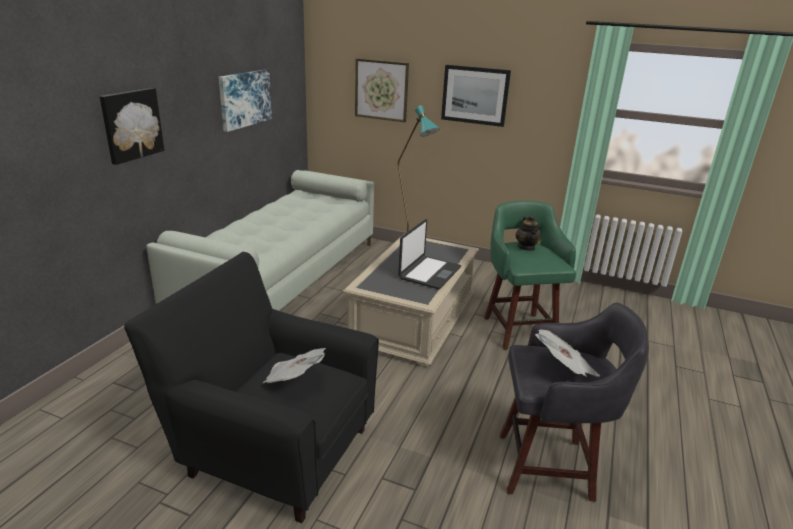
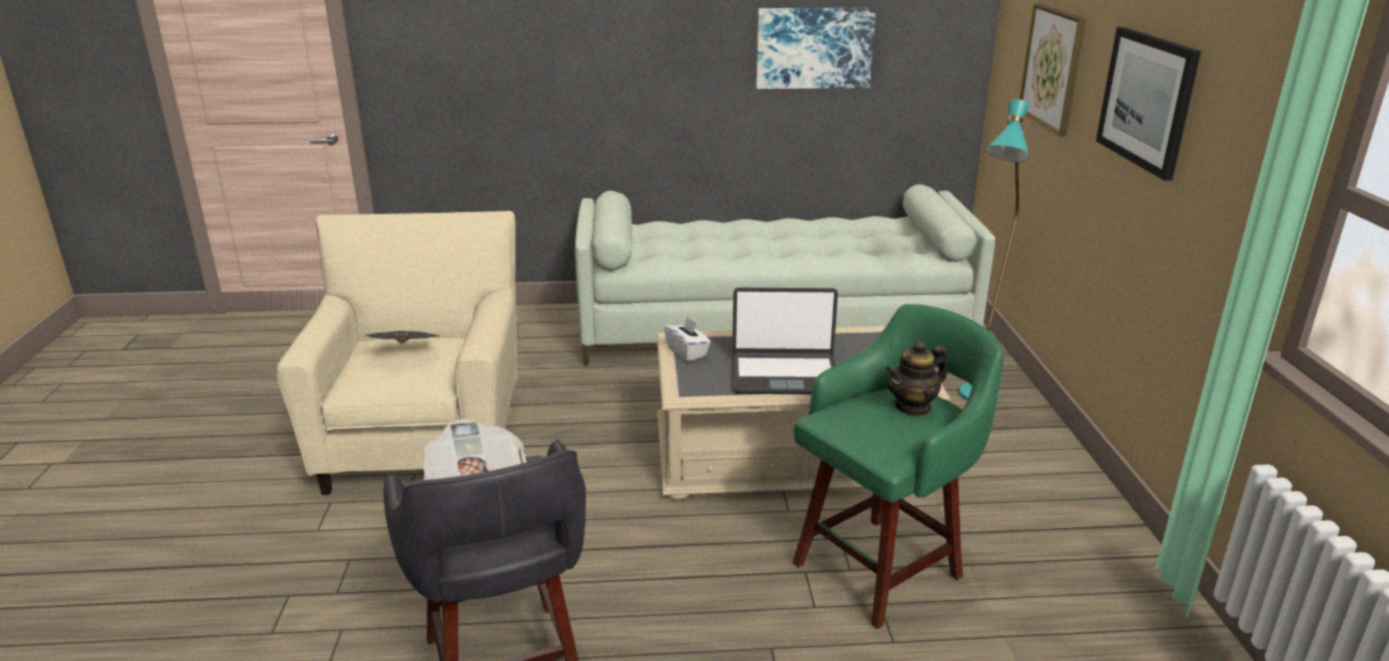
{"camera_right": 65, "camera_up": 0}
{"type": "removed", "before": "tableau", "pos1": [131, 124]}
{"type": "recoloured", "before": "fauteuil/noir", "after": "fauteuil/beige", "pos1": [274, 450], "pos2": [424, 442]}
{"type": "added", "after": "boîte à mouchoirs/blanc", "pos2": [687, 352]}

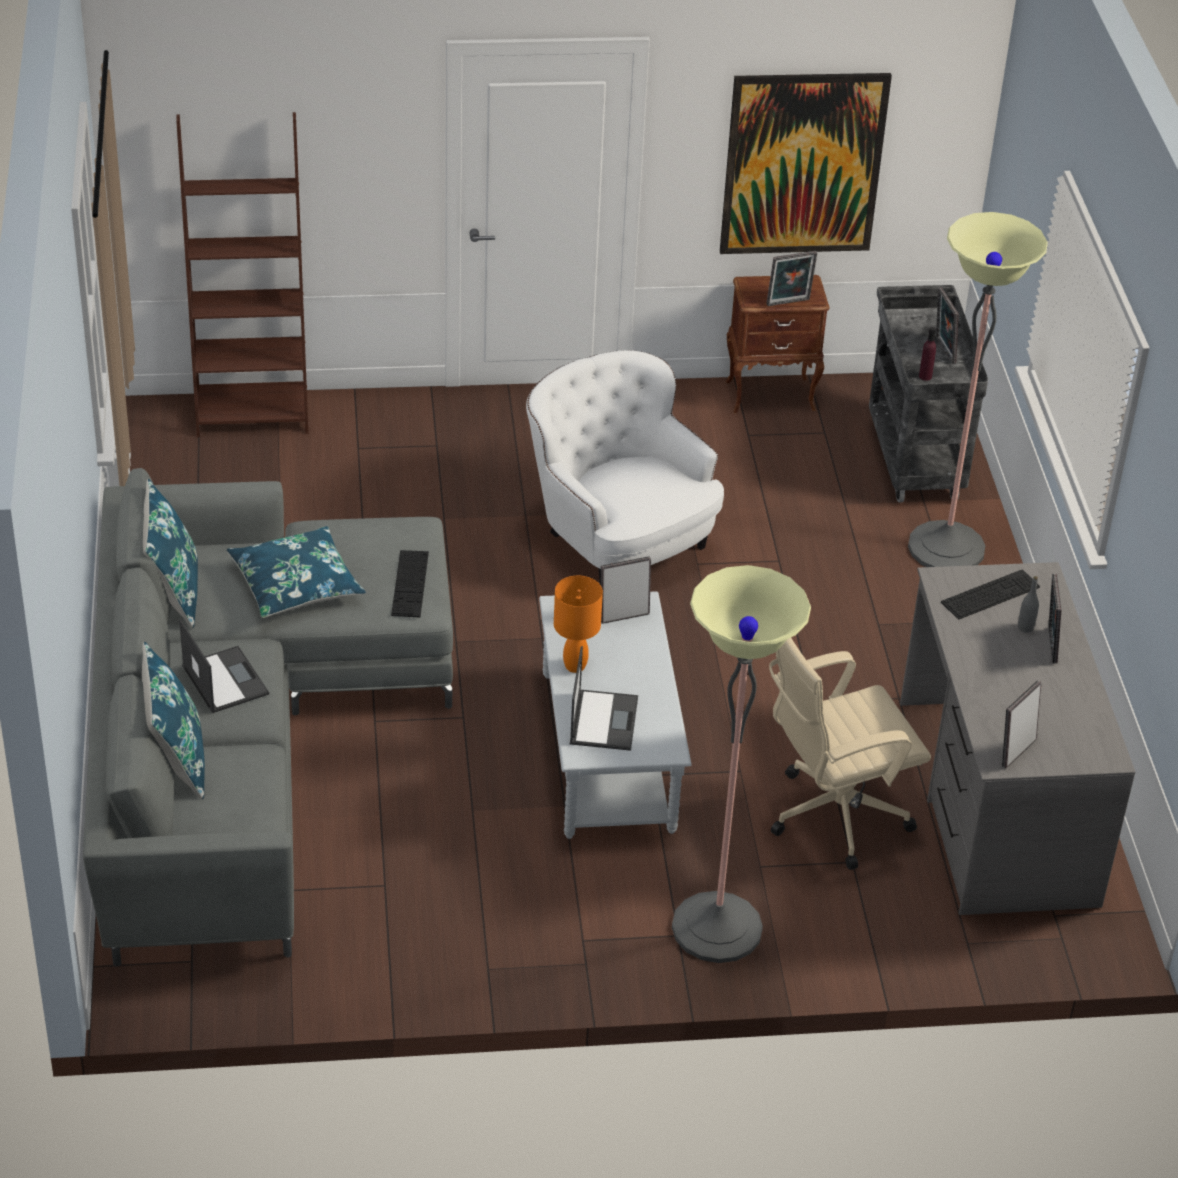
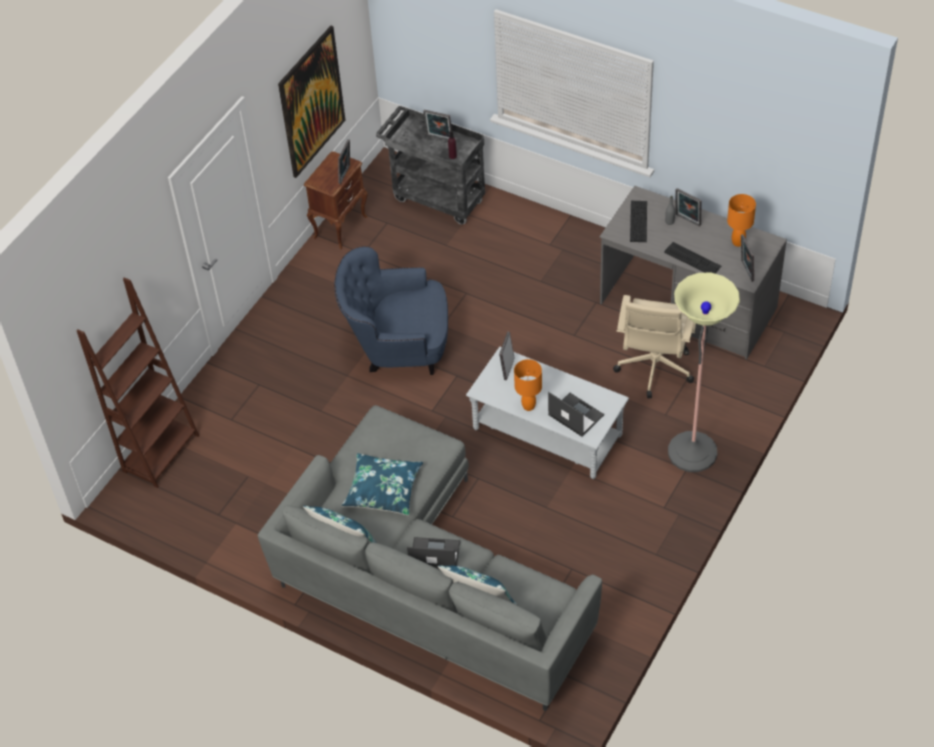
{"camera_right": -50, "camera_up": 10}
{"type": "removed", "before": "lampadaire", "pos1": [946, 548]}
{"type": "recoloured", "before": "fauteuil/blanc", "after": "fauteuil/bleu", "pos1": [619, 538], "pos2": [397, 346]}
{"type": "moved", "before": "clavier", "pos1": [410, 583], "pos2": [692, 259]}
{"type": "added", "after": "lampe de table/orange", "pos2": [737, 242]}

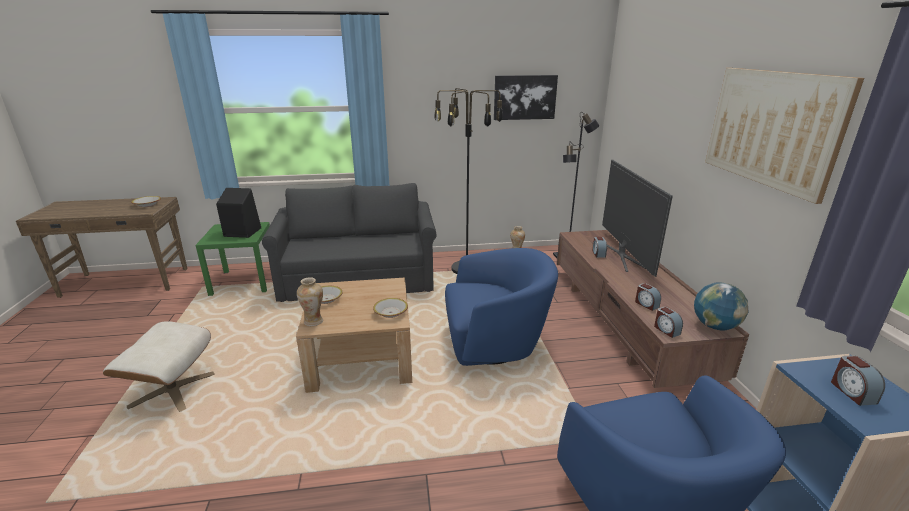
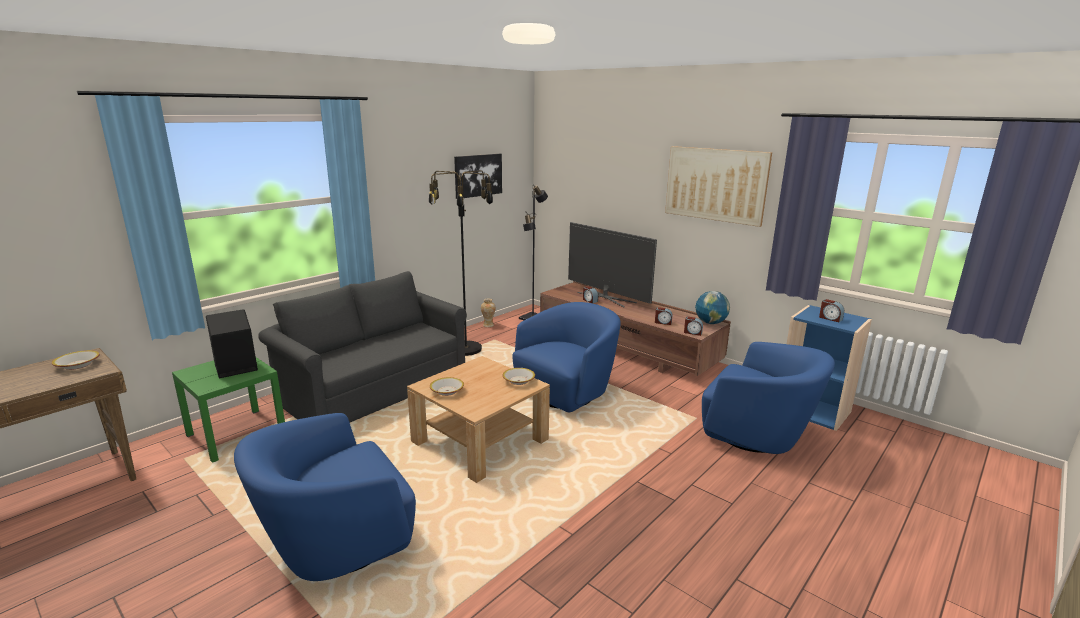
{"camera_right": -40, "camera_up": -5}
{"type": "removed", "before": "vase", "pos1": [313, 321]}
{"type": "replaced", "before": "pouf/beige", "after": "fauteuil/bleu", "pos1": [172, 390], "pos2": [337, 544]}

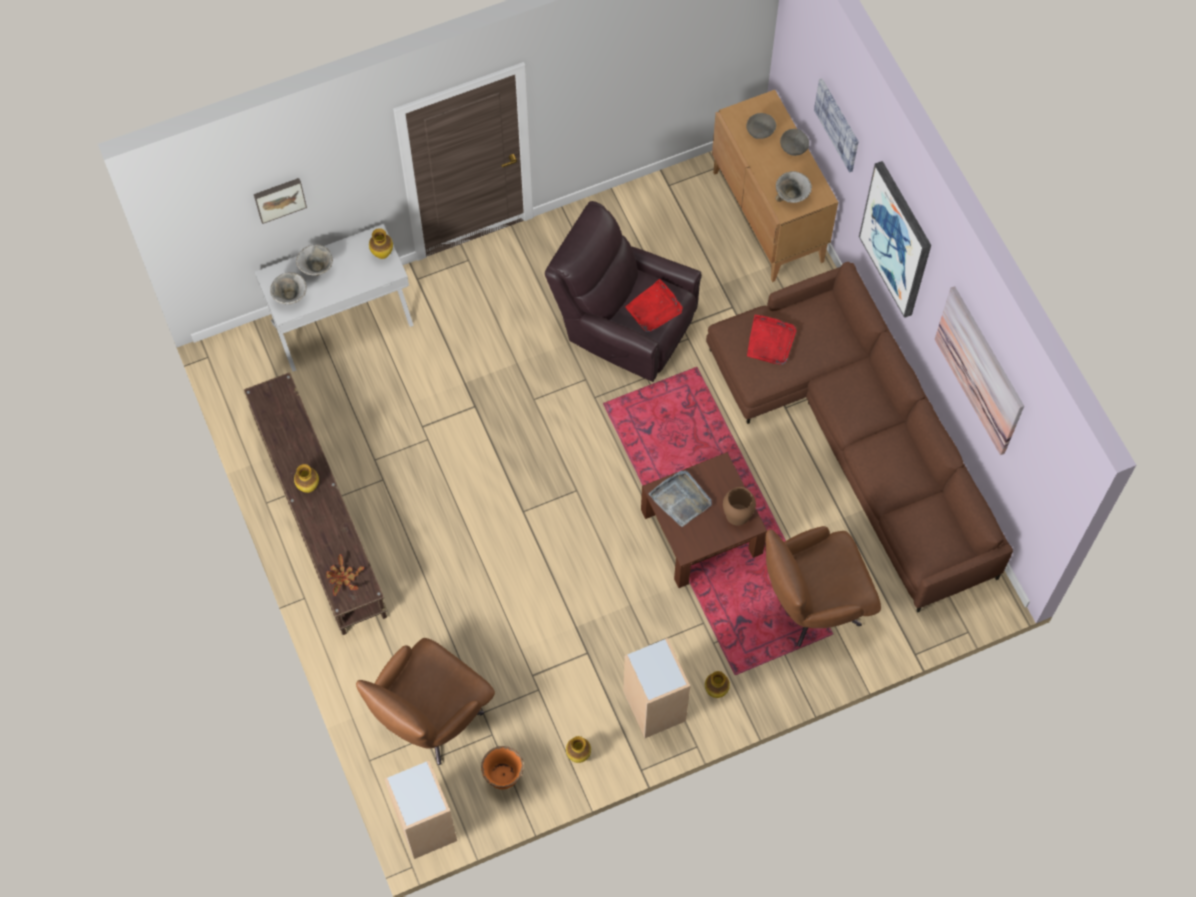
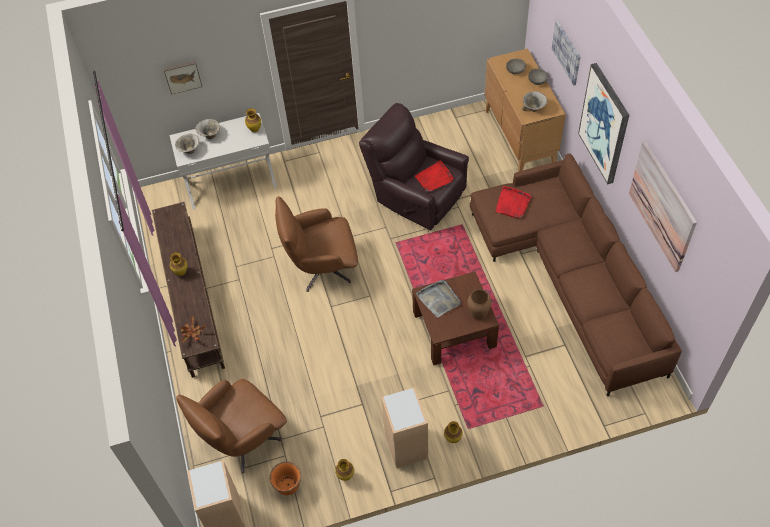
{"camera_right": 10, "camera_up": -10}
{"type": "moved", "before": "fauteuil/marron", "pos1": [814, 603], "pos2": [323, 267]}

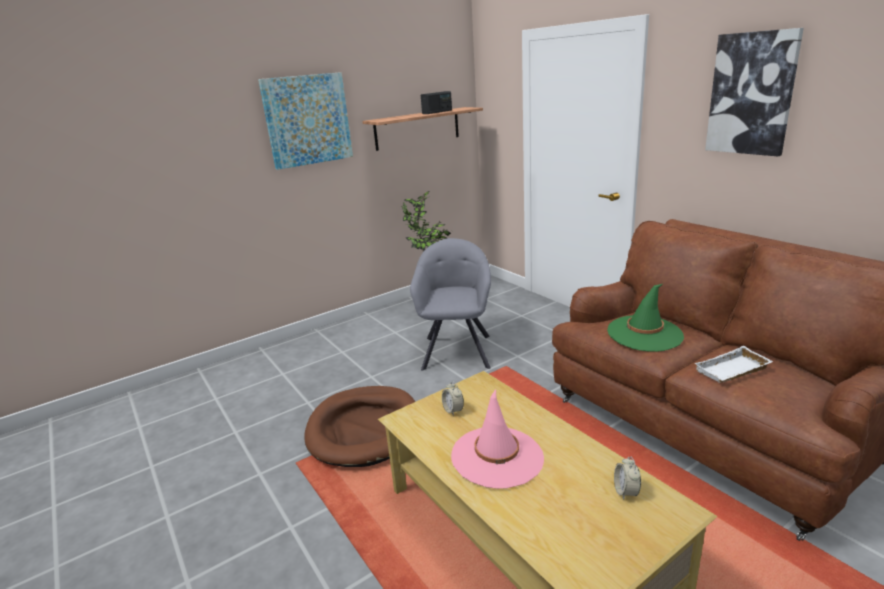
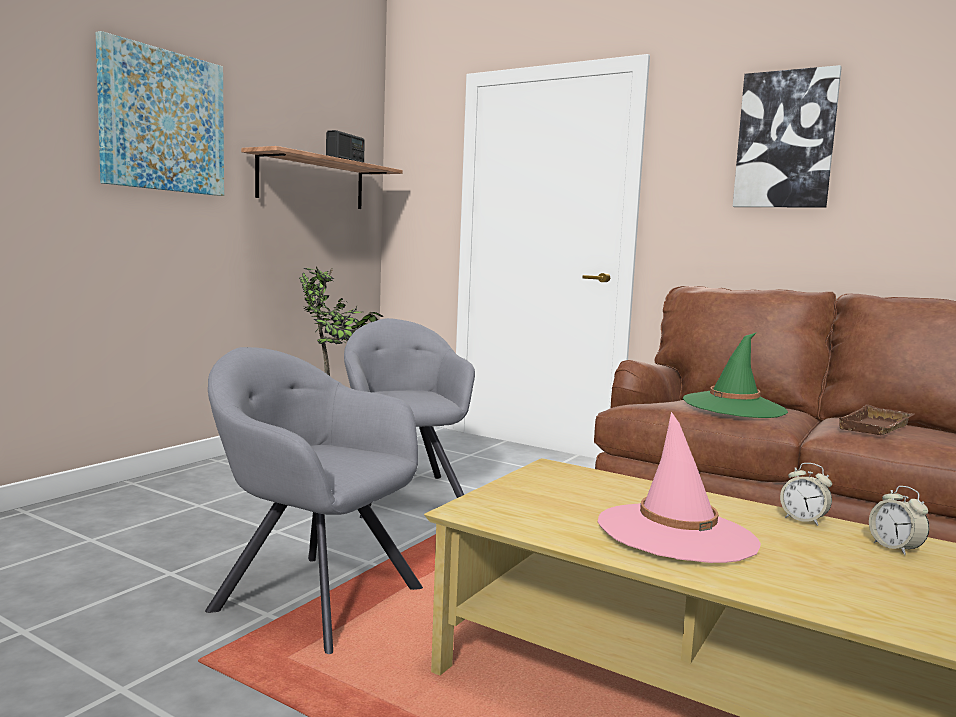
{"camera_right": -25, "camera_up": -15}
{"type": "recoloured", "before": "plateau/blanc", "after": "plateau/marron", "pos1": [732, 371], "pos2": [877, 428]}
{"type": "moved", "before": "réveil", "pos1": [453, 410], "pos2": [803, 520]}
{"type": "replaced", "before": "panier pour chien/marron", "after": "fauteuil/gris", "pos1": [364, 429], "pos2": [311, 597]}

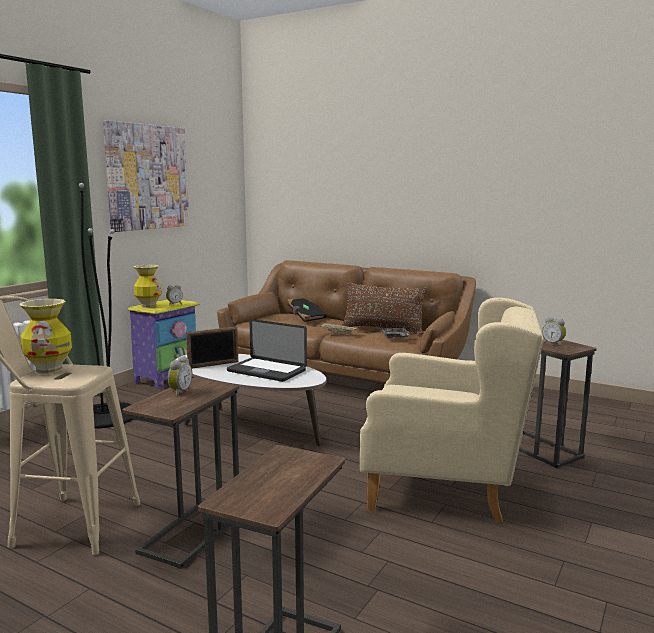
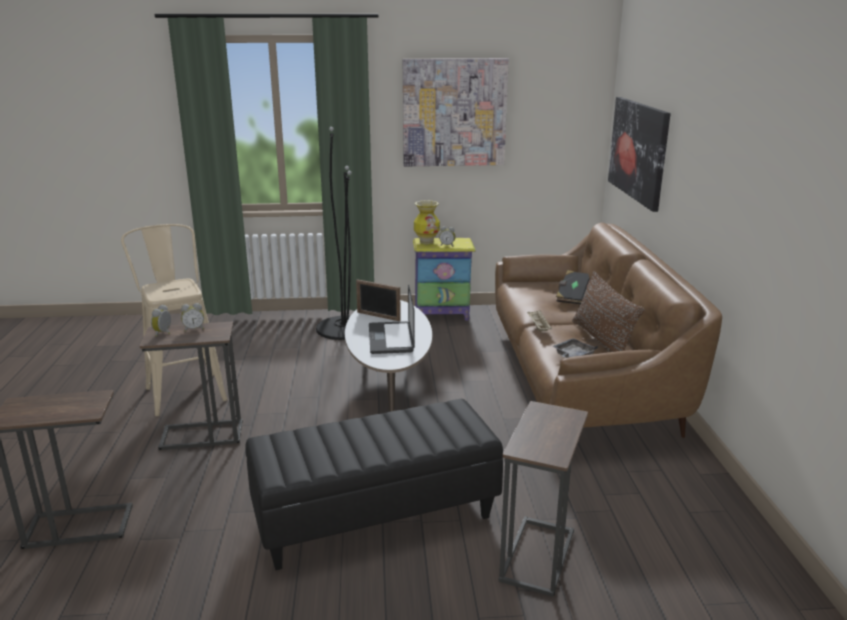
{"camera_right": 55, "camera_up": 10}
{"type": "replaced", "before": "fauteuil/beige", "after": "pouf/noir", "pos1": [445, 487], "pos2": [376, 519]}
{"type": "removed", "before": "vase", "pos1": [49, 370]}
{"type": "moved", "before": "réveil", "pos1": [553, 344], "pos2": [164, 333]}
{"type": "added", "after": "tableau", "pos2": [638, 150]}

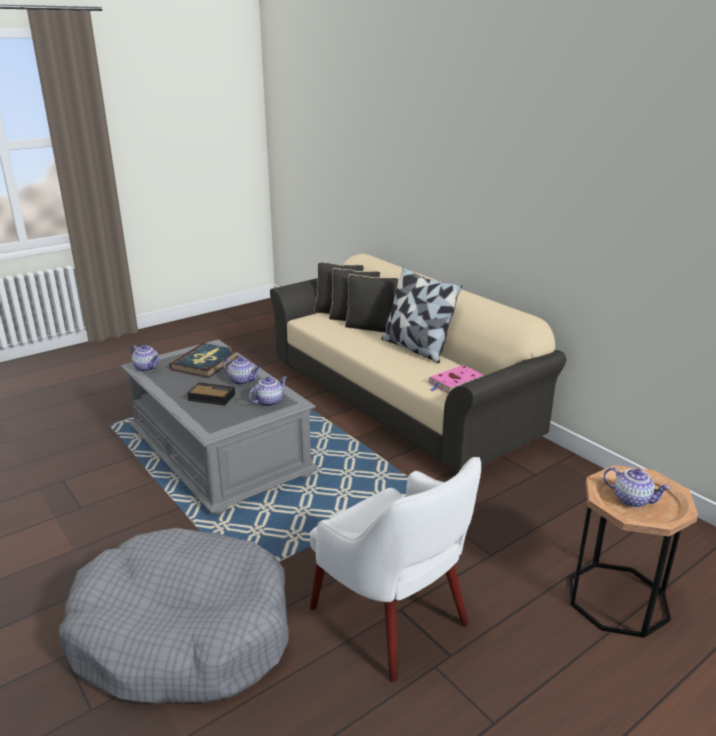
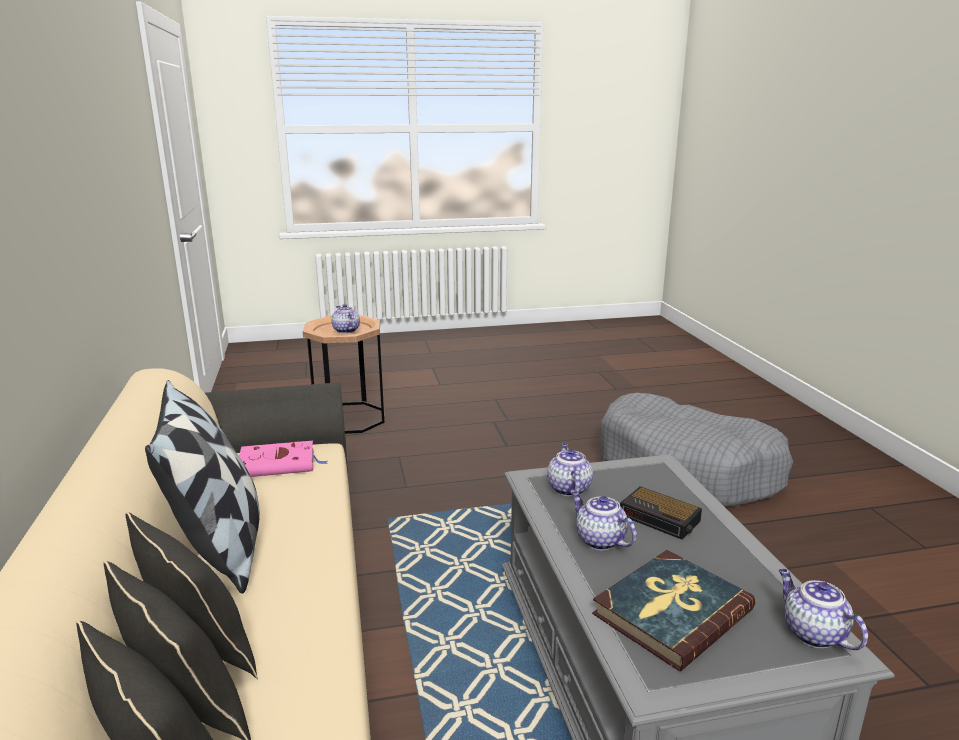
{"camera_right": -155, "camera_up": -5}
{"type": "turned", "before": "théière", "pos1": [269, 401], "pos2": [568, 488], "turn": 105}
{"type": "removed", "before": "fauteuil/blanc", "pos1": [392, 618]}

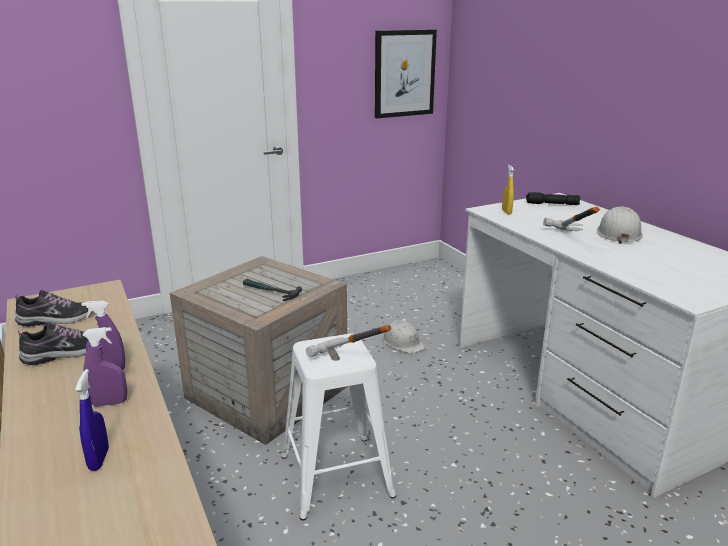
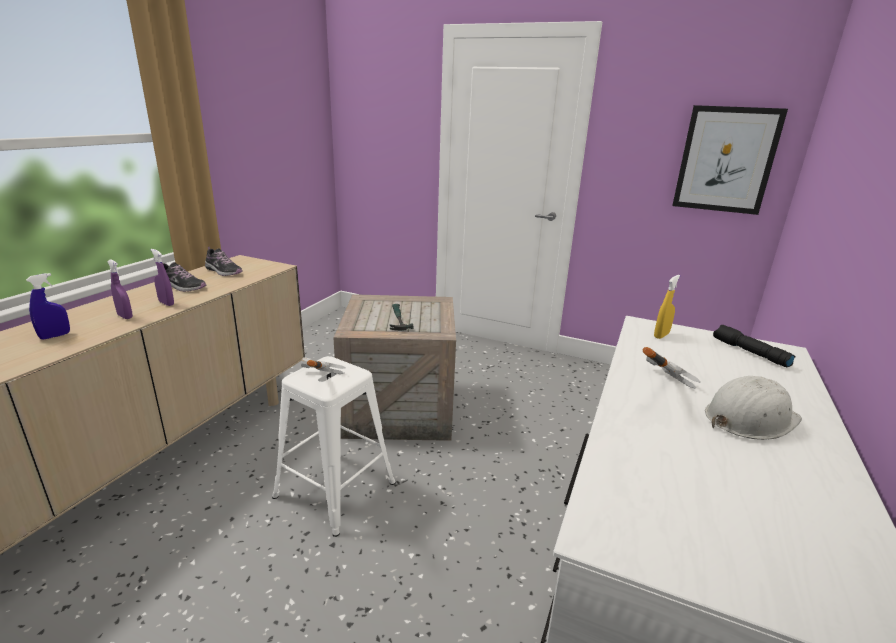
{"camera_right": 50, "camera_up": 0}
{"type": "removed", "before": "casque de chantier/blanc", "pos1": [403, 342]}

